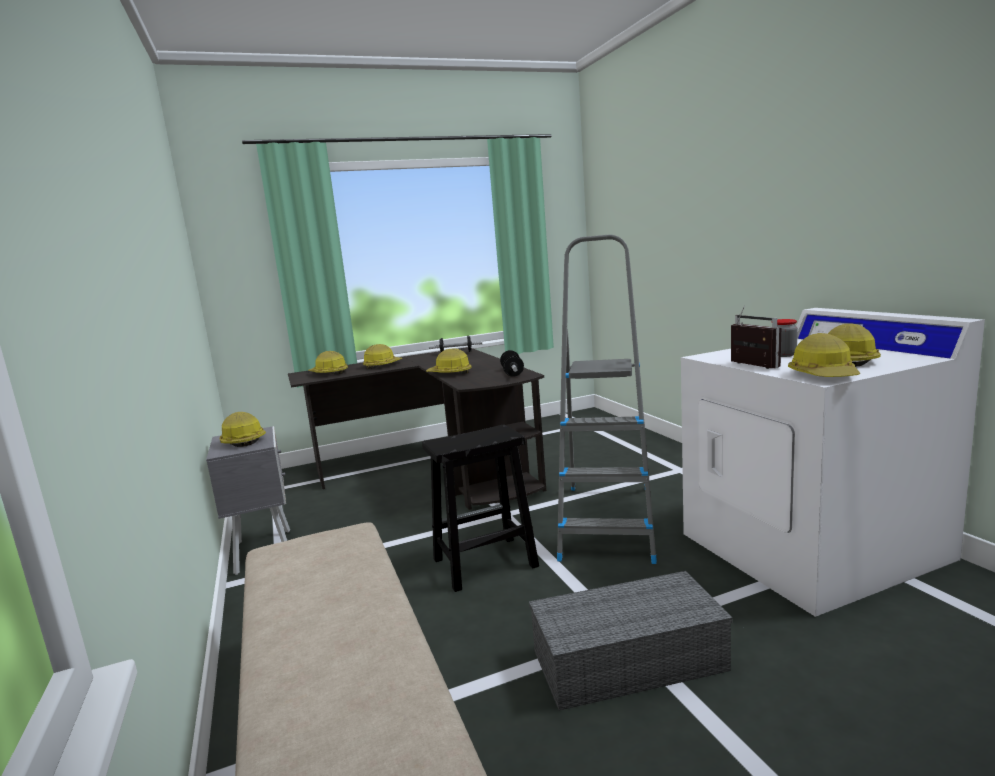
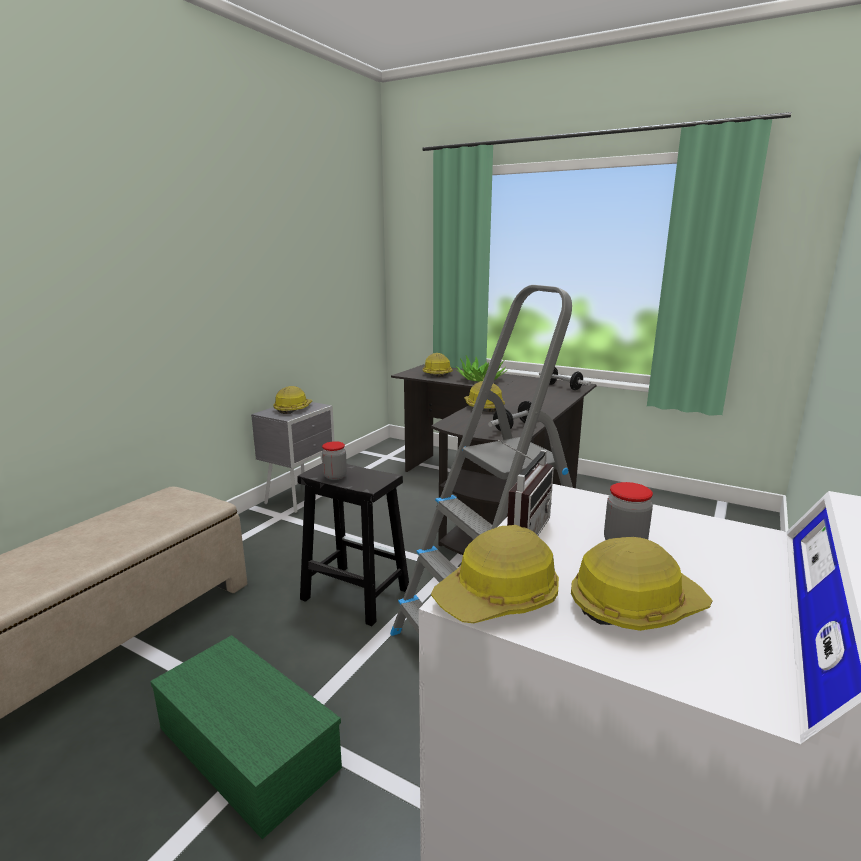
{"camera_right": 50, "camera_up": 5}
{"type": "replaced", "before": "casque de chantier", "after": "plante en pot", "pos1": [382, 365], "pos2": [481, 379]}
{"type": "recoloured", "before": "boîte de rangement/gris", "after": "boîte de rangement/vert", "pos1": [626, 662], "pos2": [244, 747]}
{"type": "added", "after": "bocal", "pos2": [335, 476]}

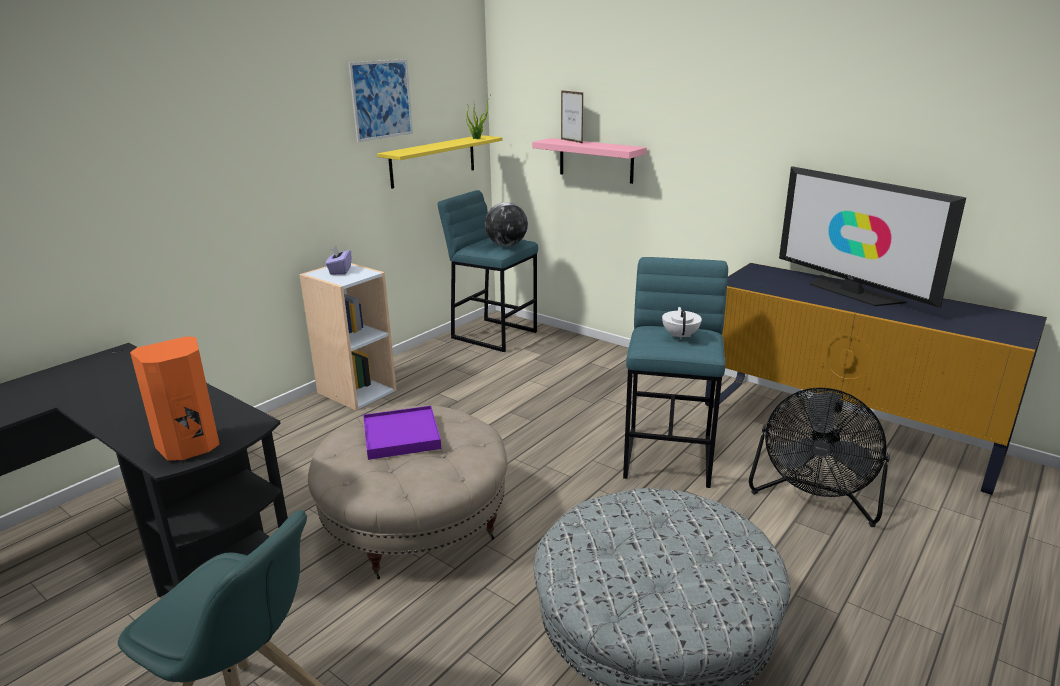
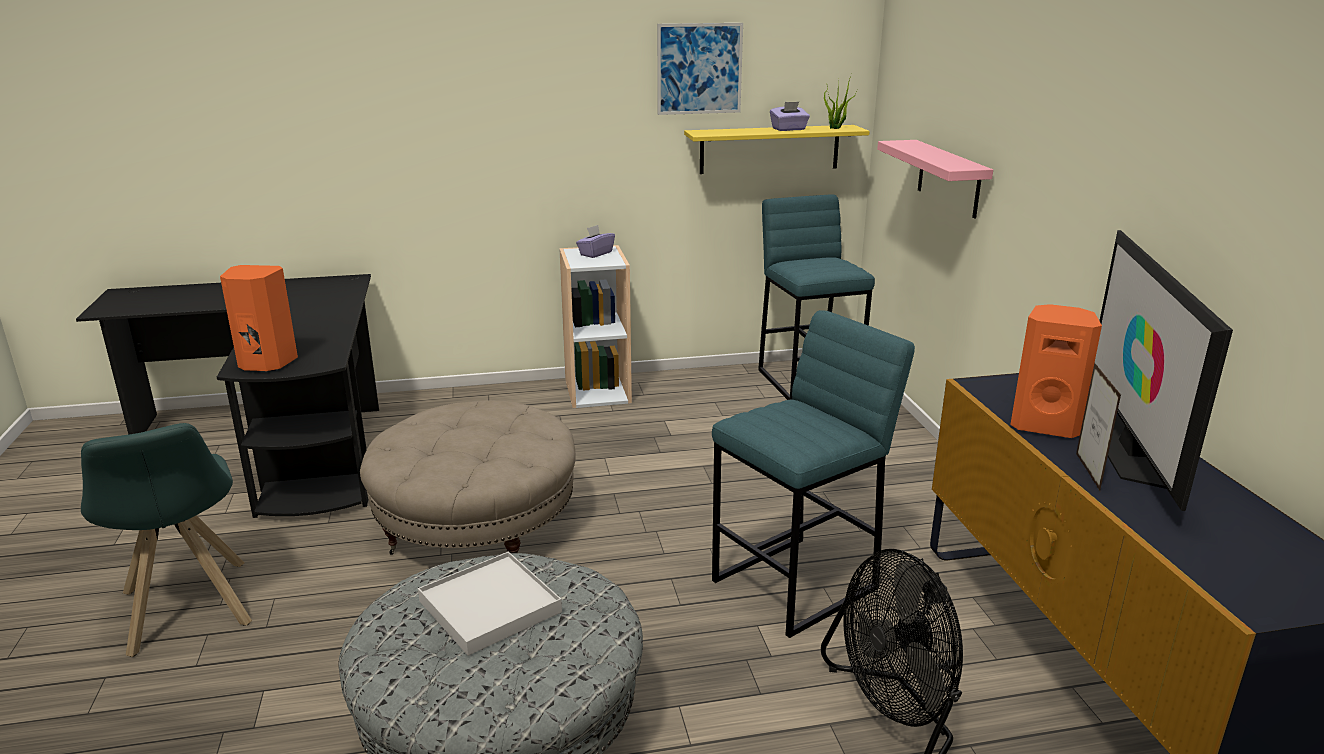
{"camera_right": 40, "camera_up": 0}
{"type": "moved", "before": "cadre photo", "pos1": [571, 141], "pos2": [1087, 472]}
{"type": "removed", "before": "globe", "pos1": [506, 245]}
{"type": "removed", "before": "théière/blanc", "pos1": [680, 336]}
{"type": "removed", "before": "plateau/violet", "pos1": [401, 435]}
{"type": "added", "after": "boîte à mouchoirs/violet", "pos2": [789, 129]}
{"type": "added", "after": "enceinte/orange", "pos2": [1044, 425]}
{"type": "added", "after": "plateau/blanc", "pos2": [489, 606]}

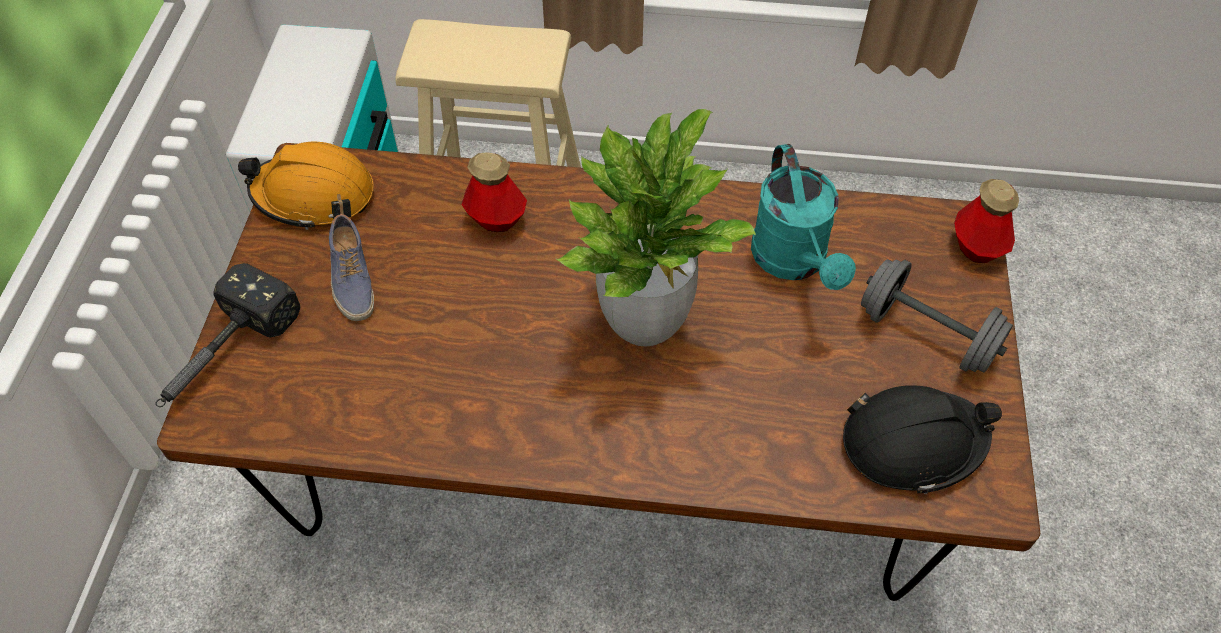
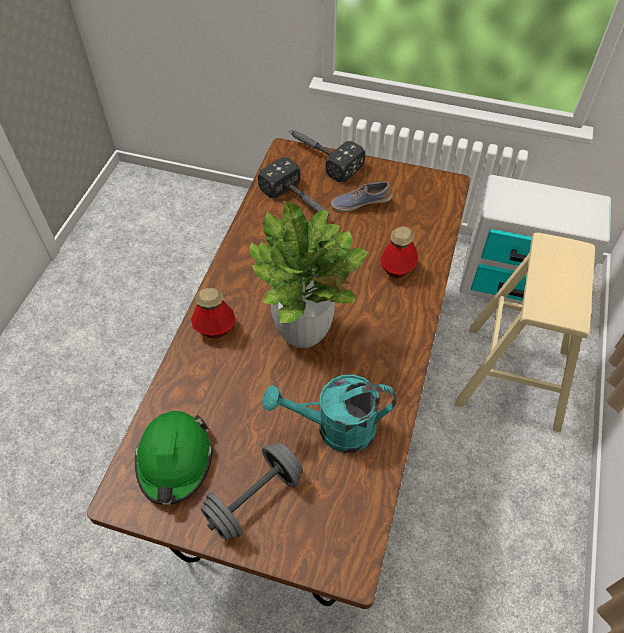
{"camera_right": 100, "camera_up": 0}
{"type": "removed", "before": "casque de chantier/orange", "pos1": [314, 195]}
{"type": "moved", "before": "bouteille", "pos1": [977, 247], "pos2": [215, 329]}
{"type": "recoloured", "before": "casque de chantier/noir", "after": "casque de chantier/vert", "pos1": [912, 443], "pos2": [175, 461]}
{"type": "added", "after": "marteau", "pos2": [300, 202]}

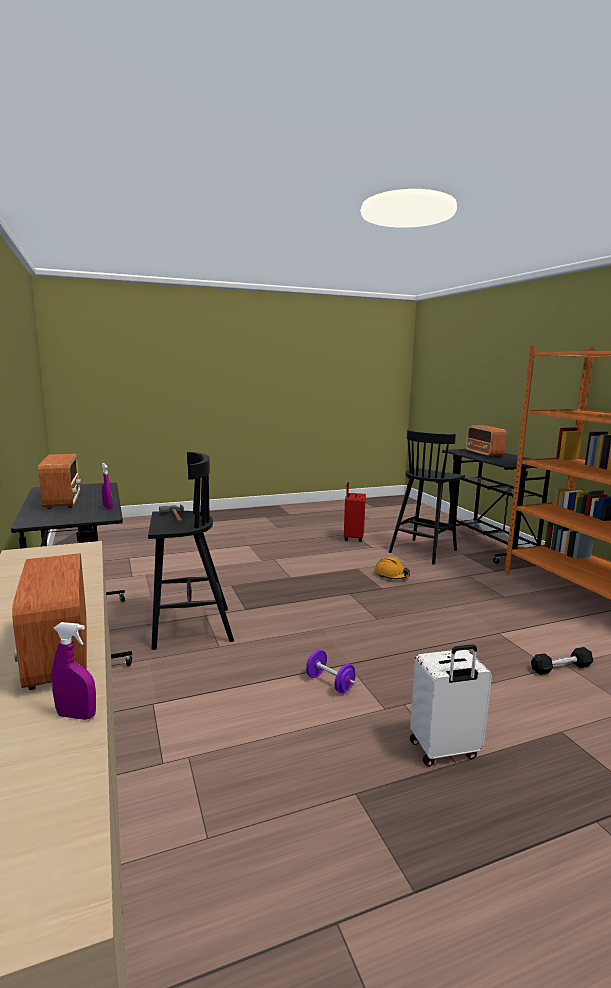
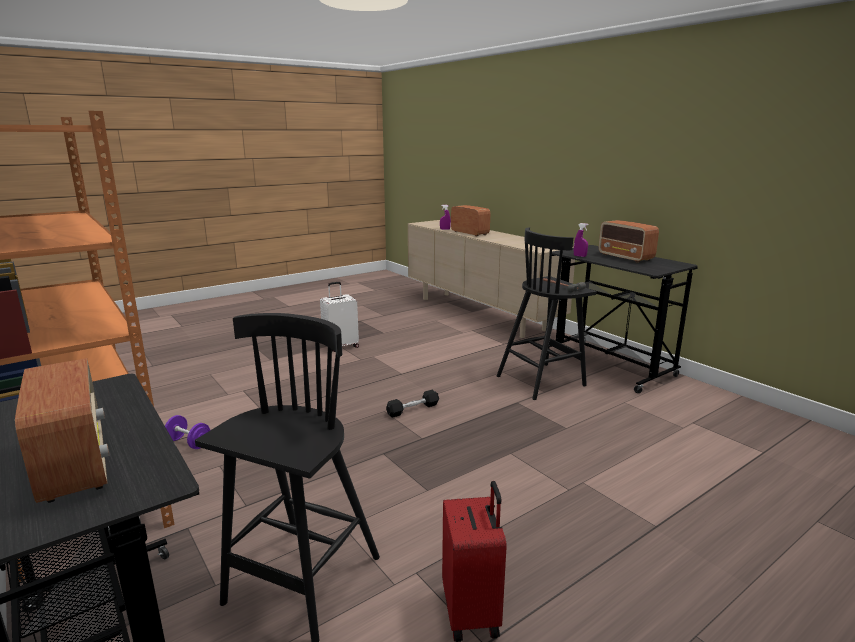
{"camera_right": 165, "camera_up": 5}
{"type": "removed", "before": "casque de chantier/orange", "pos1": [391, 575]}
{"type": "moved", "before": "haltère/noir", "pos1": [561, 668], "pos2": [412, 409]}
{"type": "moved", "before": "haltère/violet", "pos1": [330, 683], "pos2": [189, 443]}

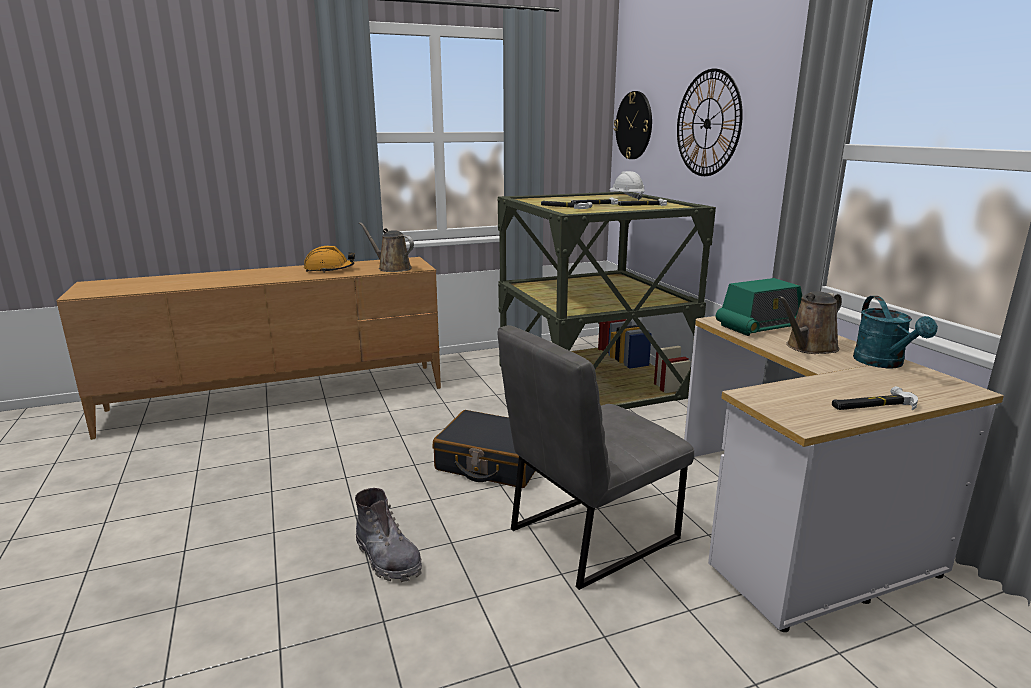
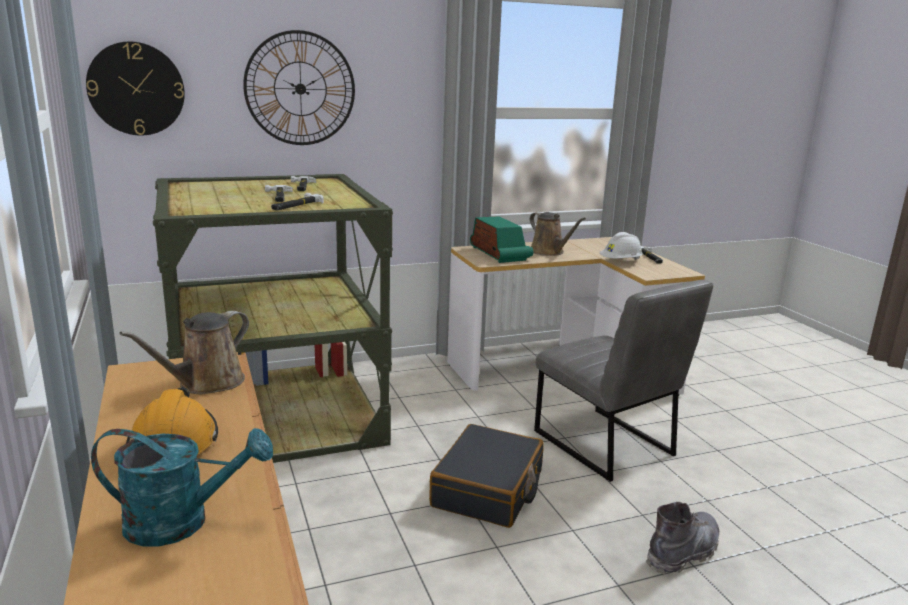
{"camera_right": -90, "camera_up": 0}
{"type": "moved", "before": "casque de chantier/blanc", "pos1": [626, 198], "pos2": [620, 262]}
{"type": "moved", "before": "arrosoir/turquoise", "pos1": [883, 363], "pos2": [181, 522]}

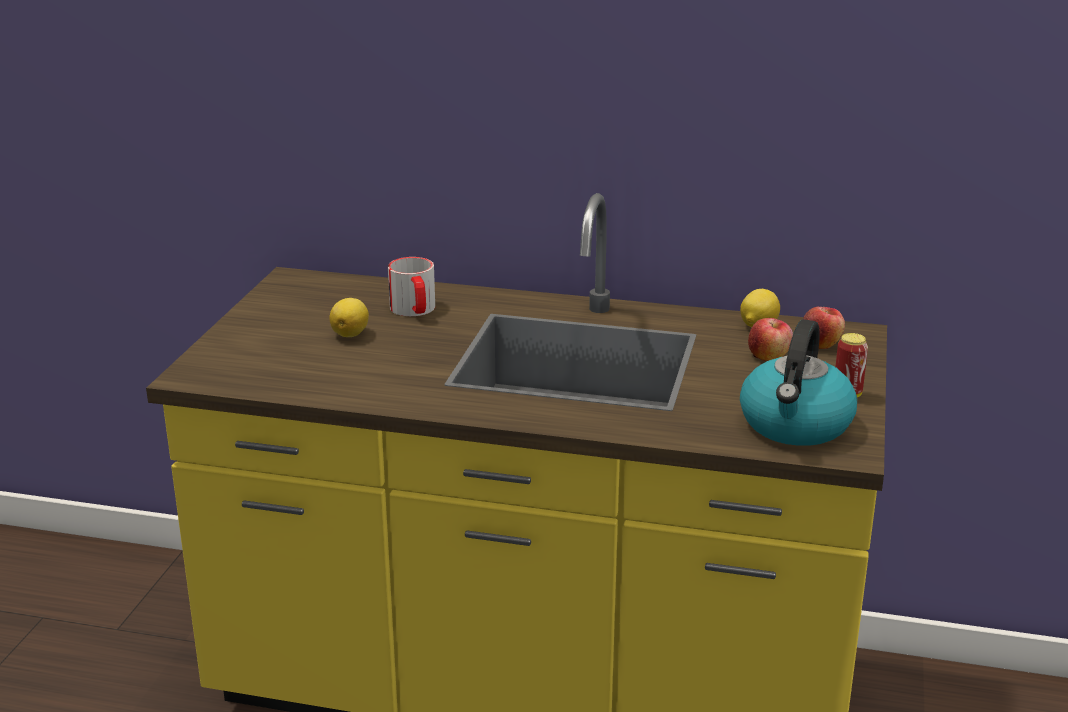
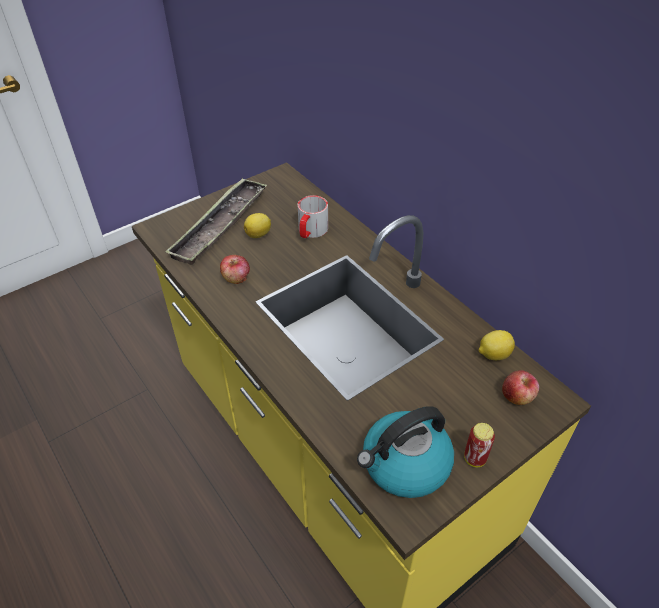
{"camera_right": 40, "camera_up": 20}
{"type": "moved", "before": "pomme", "pos1": [769, 356], "pos2": [236, 278]}
{"type": "added", "after": "plateau", "pos2": [220, 225]}

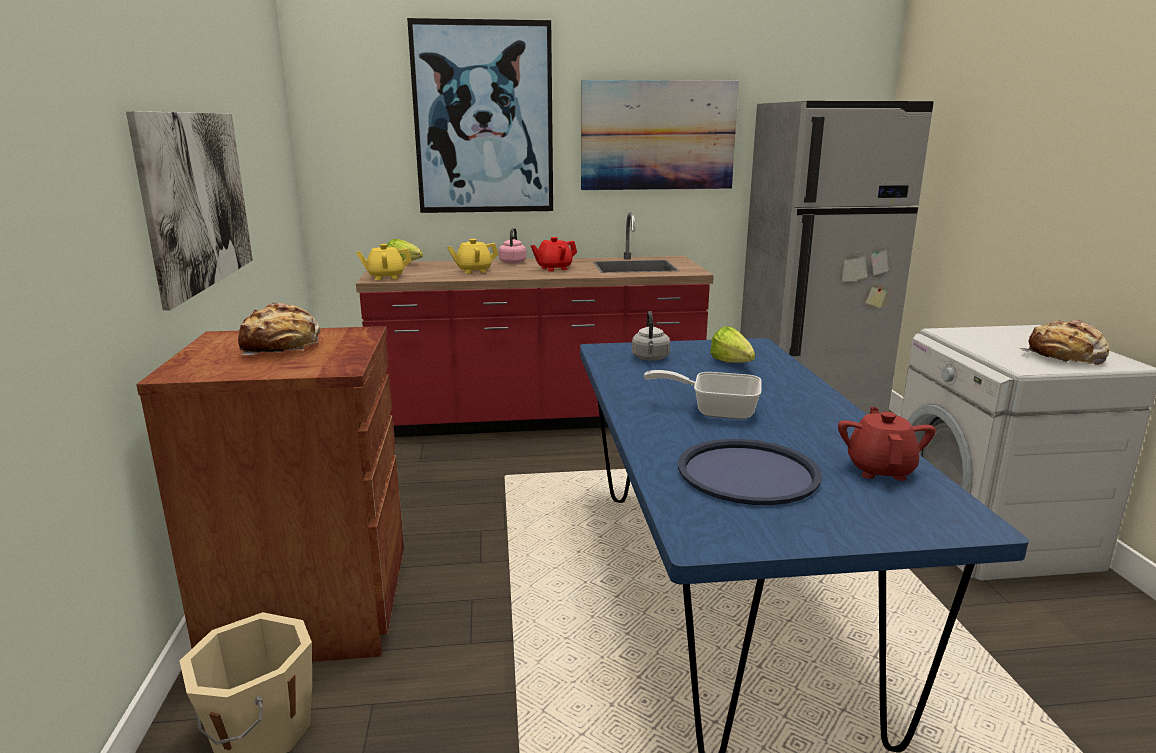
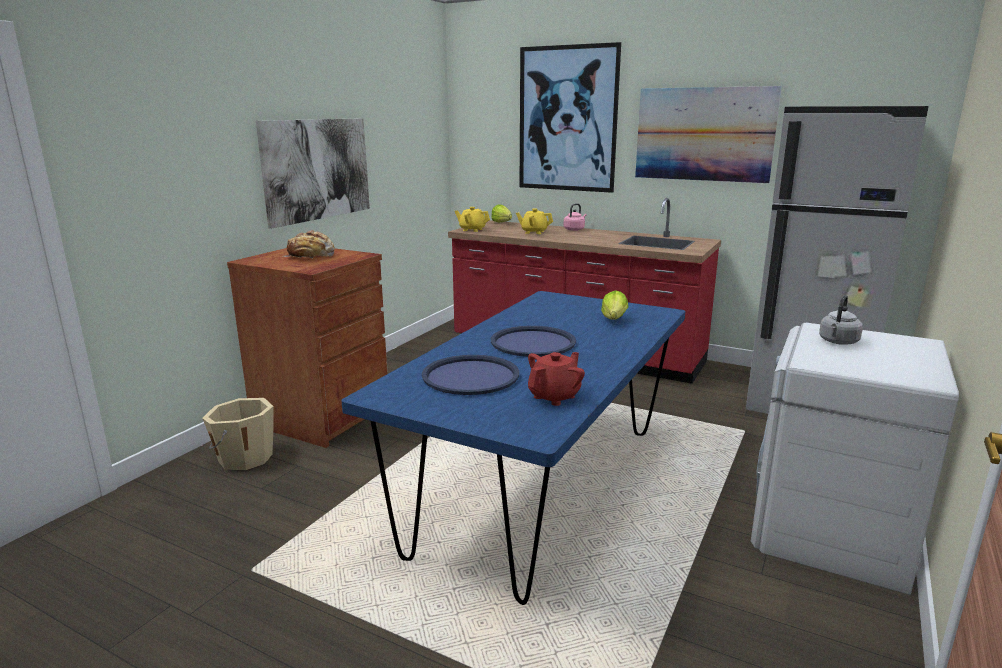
{"camera_right": 35, "camera_up": 0}
{"type": "removed", "before": "théière/rouge", "pos1": [554, 268]}
{"type": "moved", "before": "bouilloire/gris", "pos1": [650, 358], "pos2": [838, 342]}
{"type": "removed", "before": "pain", "pos1": [1065, 357]}
{"type": "replaced", "before": "poêle", "after": "plateau/bleu", "pos1": [715, 410], "pos2": [532, 343]}

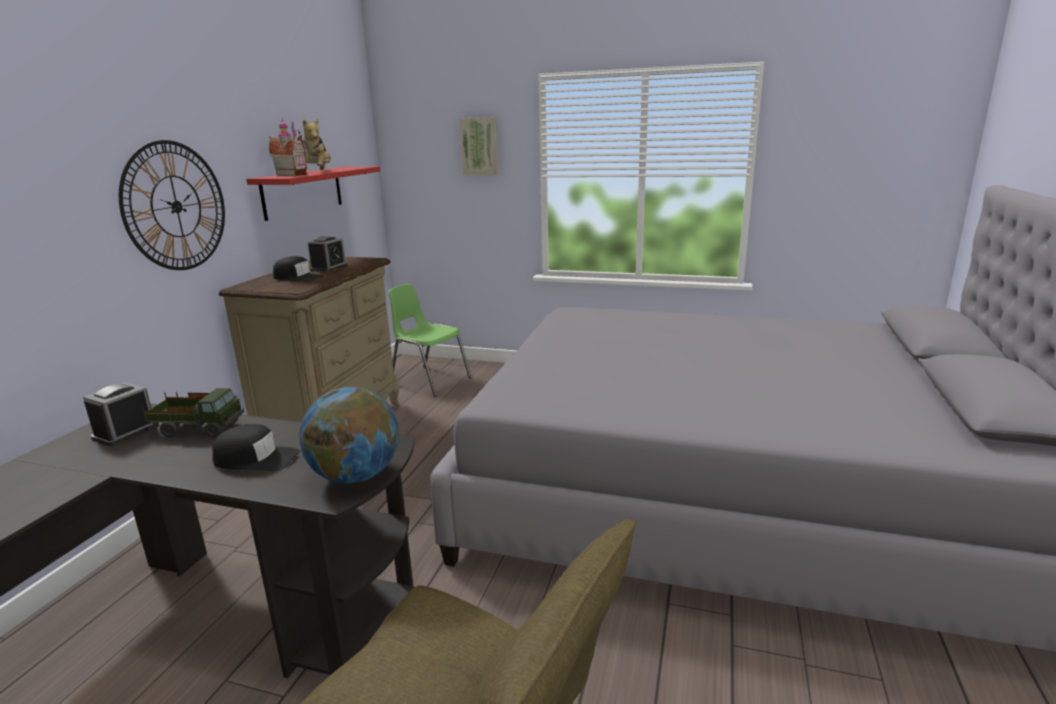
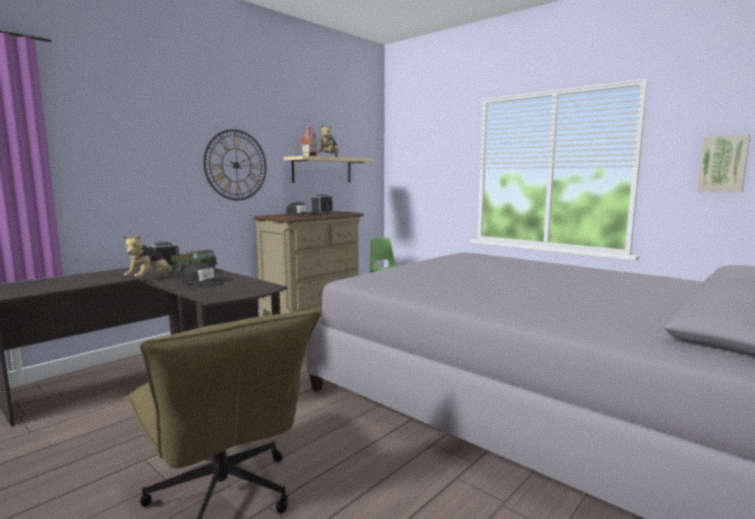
{"camera_right": 25, "camera_up": -10}
{"type": "moved", "before": "tableau", "pos1": [480, 146], "pos2": [723, 163]}
{"type": "recoloured", "before": "étagère/rouge", "after": "étagère/beige", "pos1": [303, 192], "pos2": [322, 170]}
{"type": "removed", "before": "globe", "pos1": [356, 476]}
{"type": "added", "after": "peluche", "pos2": [149, 279]}

